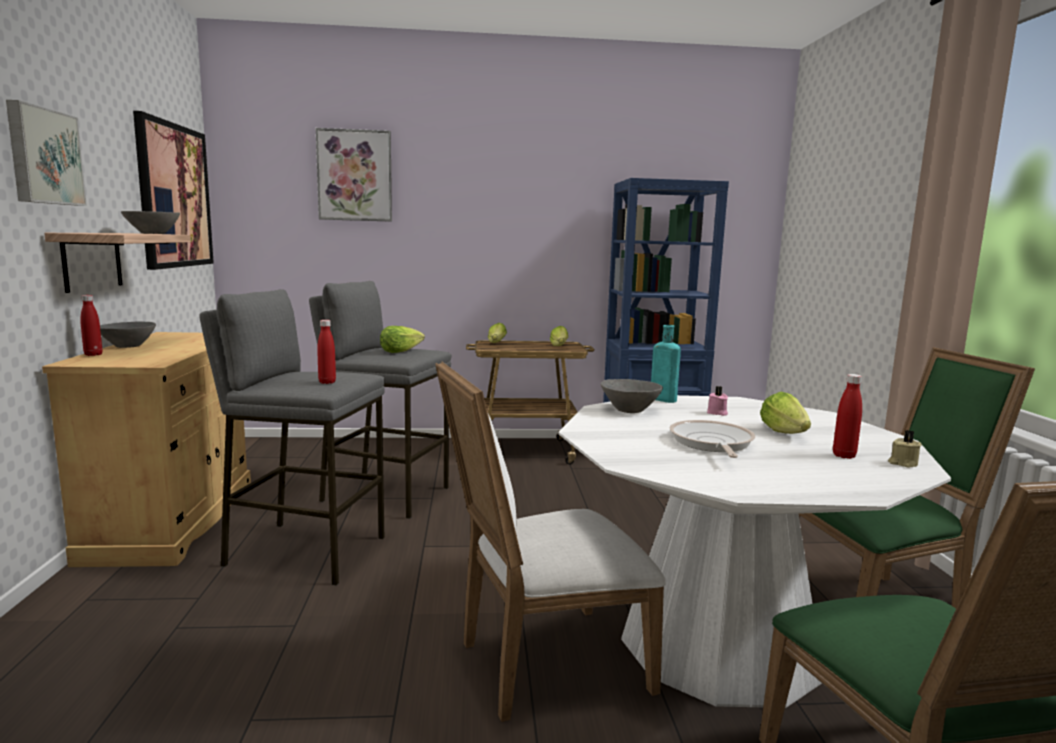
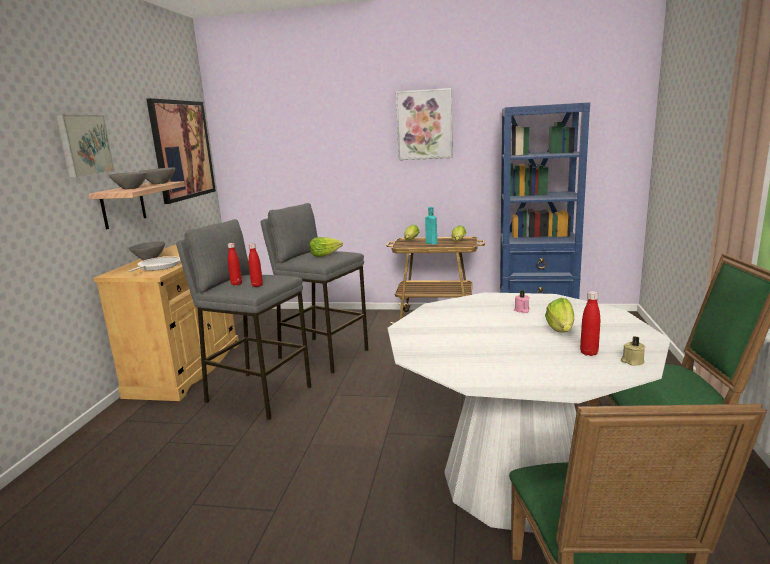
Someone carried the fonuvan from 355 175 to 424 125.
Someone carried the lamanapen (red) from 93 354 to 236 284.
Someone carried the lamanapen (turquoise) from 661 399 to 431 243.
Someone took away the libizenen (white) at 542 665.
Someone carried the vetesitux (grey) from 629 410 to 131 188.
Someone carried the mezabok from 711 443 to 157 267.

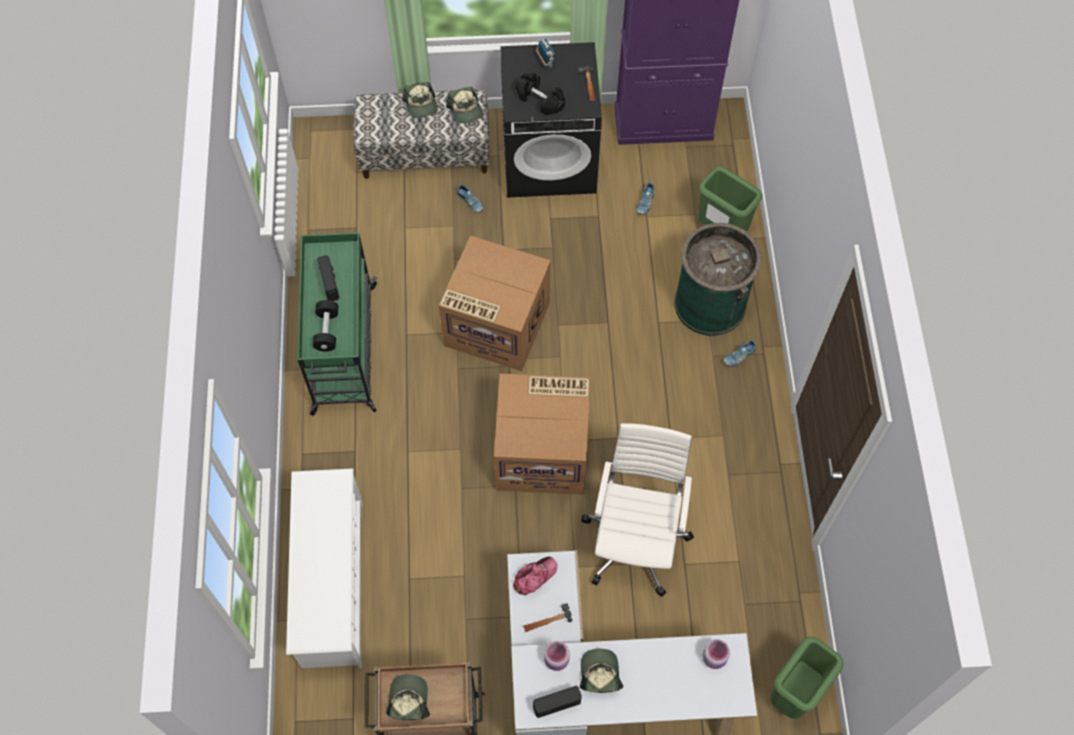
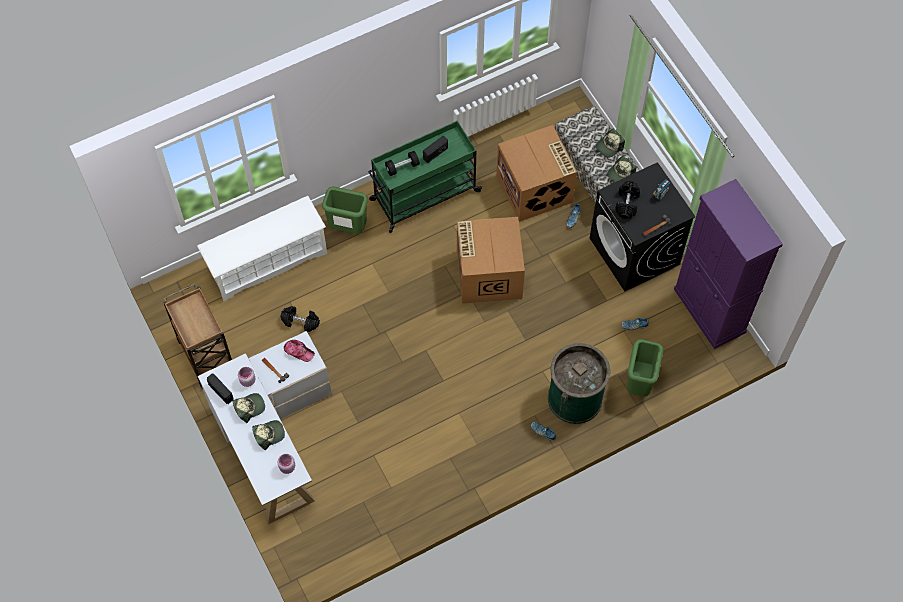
Someone carried the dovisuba from 543 450 to 535 189.
Someone took away the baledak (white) at 635 540.
Someone carried the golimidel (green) from 794 693 to 347 228.
Someone carried the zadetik from 408 700 to 269 434.
Someone put down the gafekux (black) at 300 322.

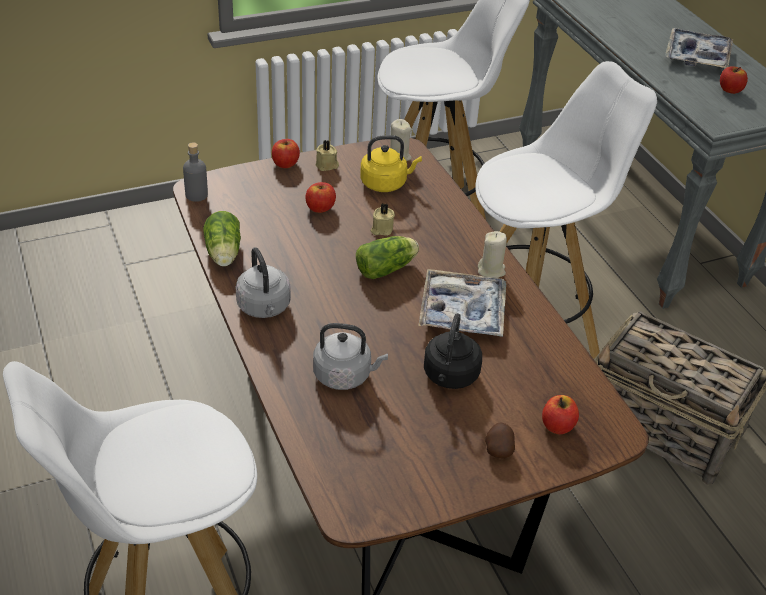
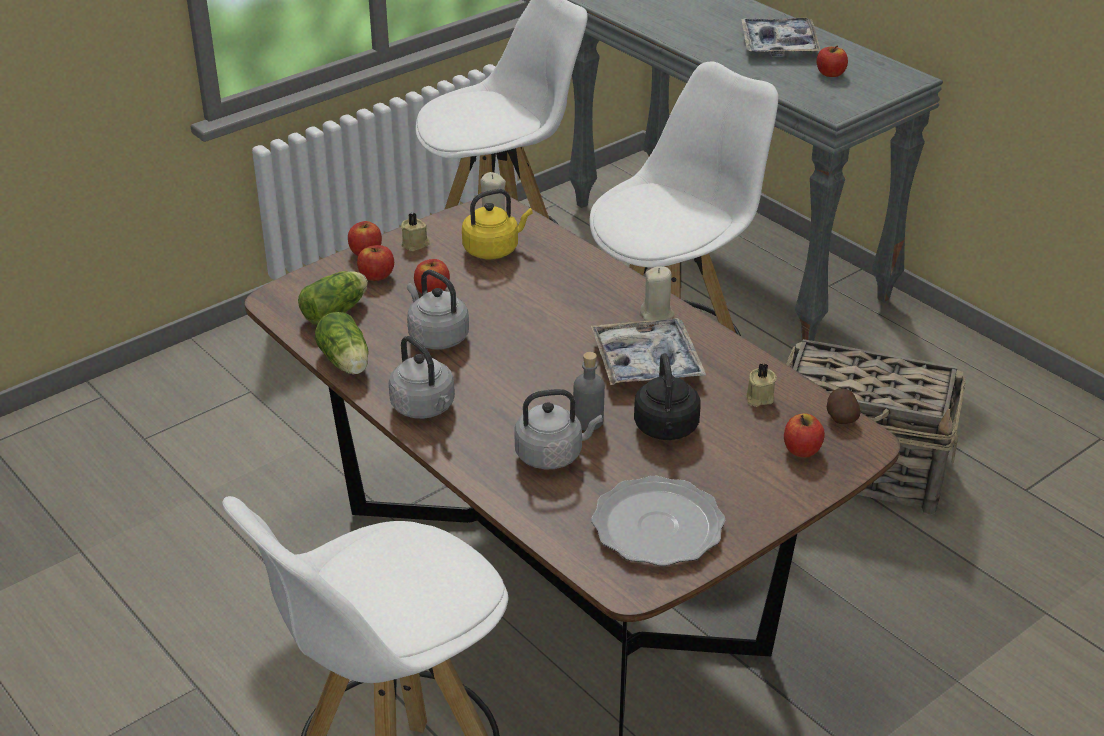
Someone carried the lamanapen (grey) from 196 195 to 588 421.
Someone carried the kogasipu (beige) from 381 229 to 758 398.
Someone carried the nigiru from 388 268 to 337 311.
Someone carried the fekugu from 498 449 to 840 417.
Someone put down the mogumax at 376 276.
Someone put down the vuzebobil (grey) at 436 336.
Someone put down the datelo at 657 527.

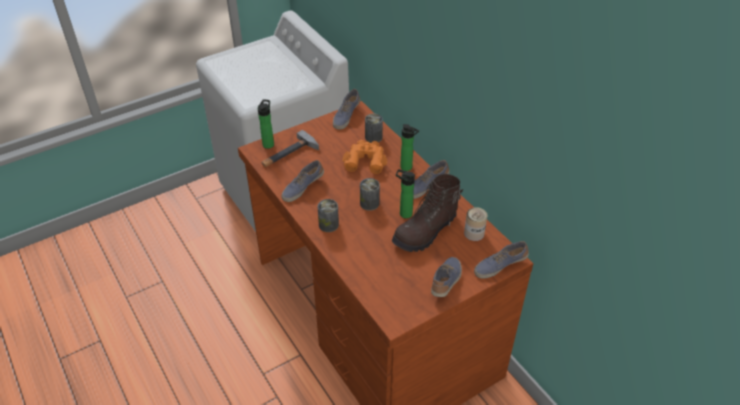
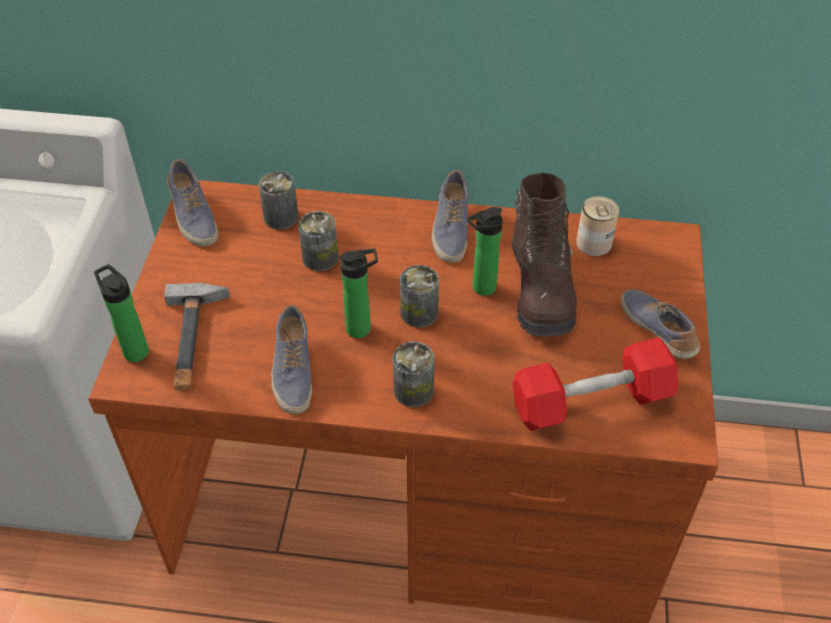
Someone carried the lamanapen from 407 168 to 362 328.
Someone swapped the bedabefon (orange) at 365 160 for the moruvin at 320 258.
Someone took away the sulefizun at 500 265.
Someone put down the gafekux (red) at 591 401.

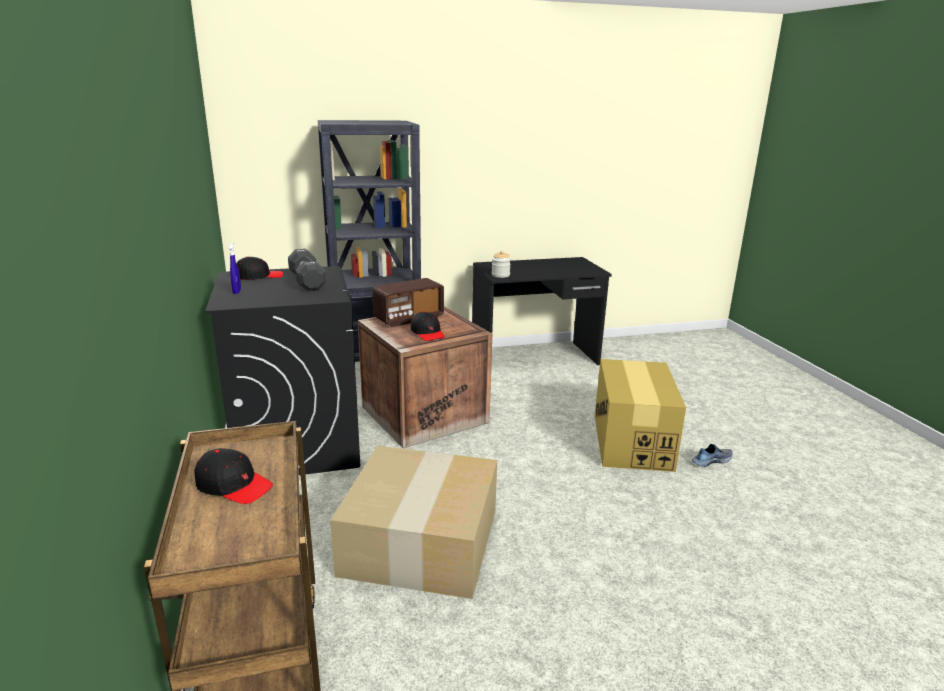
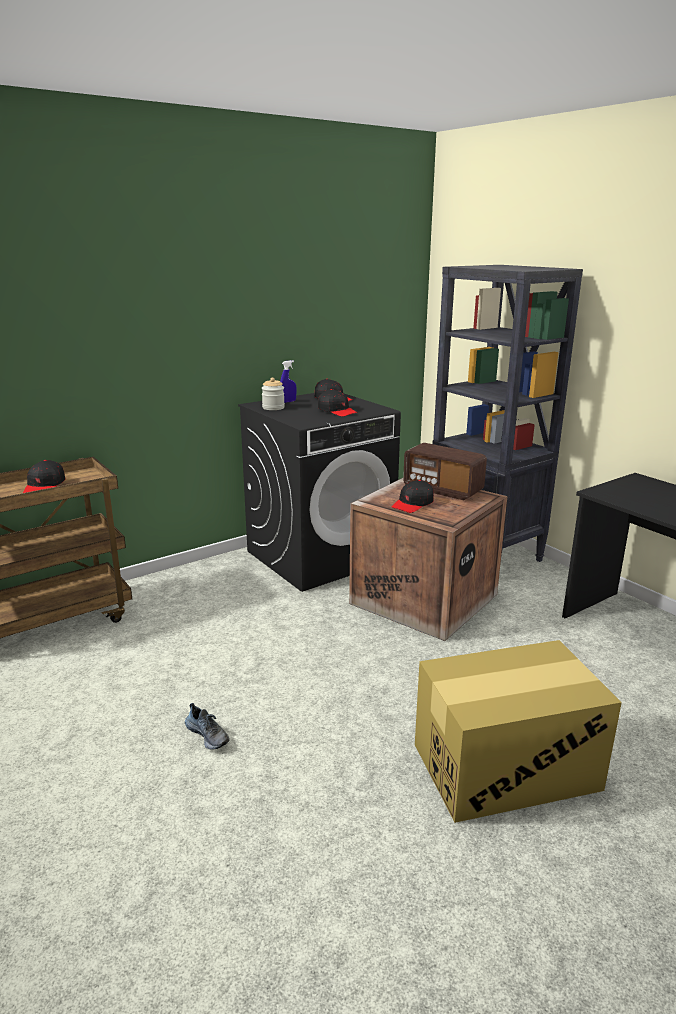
Someone swapped the gafekux (black) at 307 281 for the zadetik (black) at 337 411.
Someone carried the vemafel from 500 275 to 273 408.
Someone carried the sulefizun from 710 461 to 208 734.
Someone took away the dovisuba at 422 543.

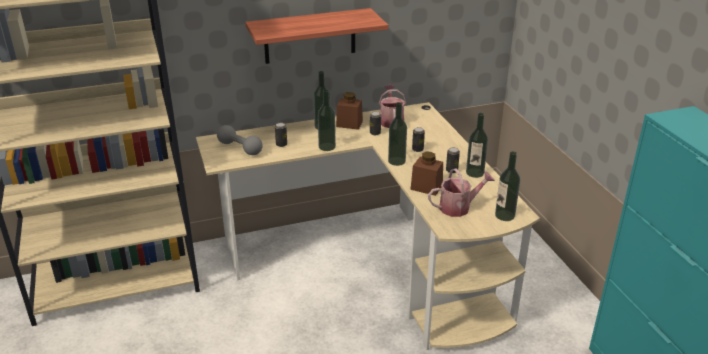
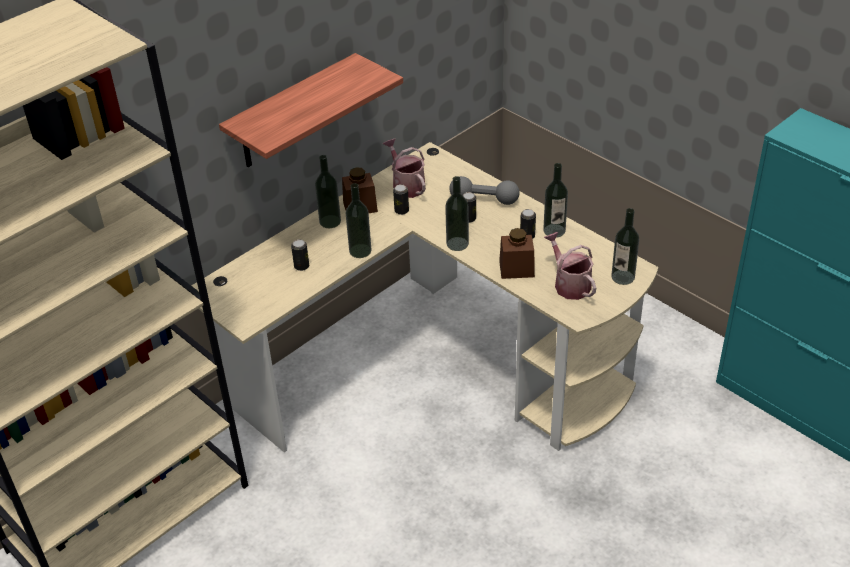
Someone carried the gafekux (grey) from 240 148 to 484 200.
Someone rotated the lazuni at 458 207 by 75 degrees counterclockwise.

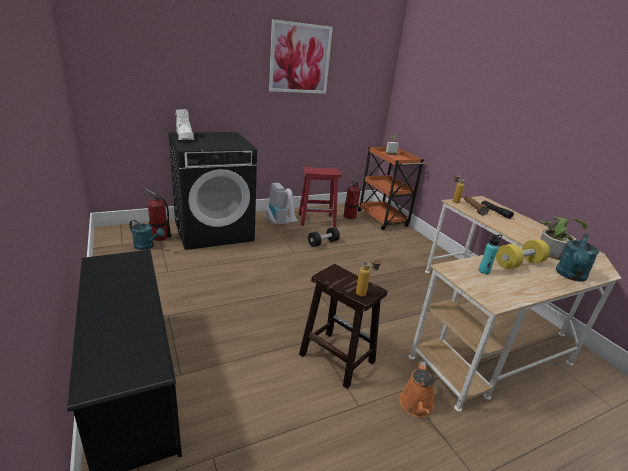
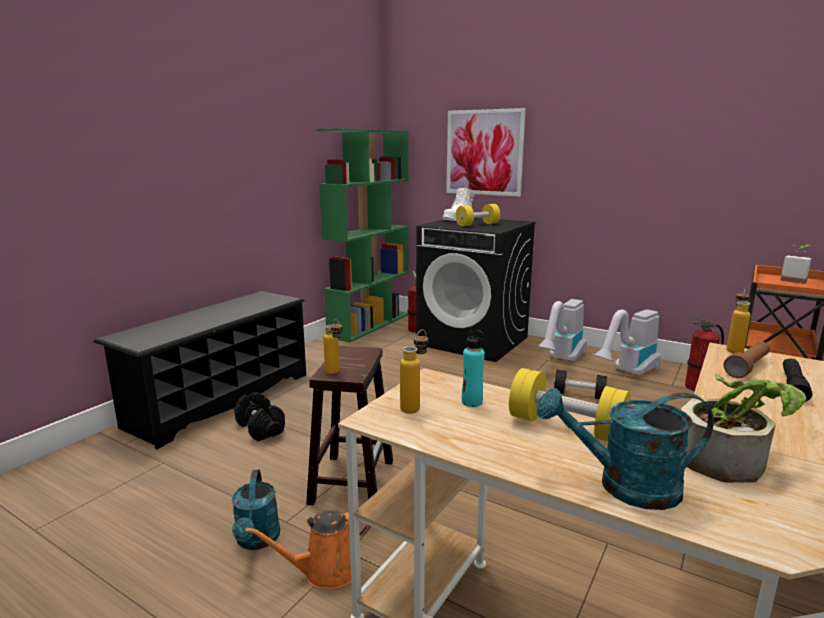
Someone carried the fonuvan from 300 58 to 484 152.
Someone swapped the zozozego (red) at 317 220 for the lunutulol at 628 373.
Someone carried the lazuni (turquoise) from 147 246 to 257 541.
Someone put down the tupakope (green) at 369 325.
Someone put down the gafekux (yellow) at 477 224.
Someone put down the lamanapen at 415 406.
Someone put down the gafekux (black) at 261 428.

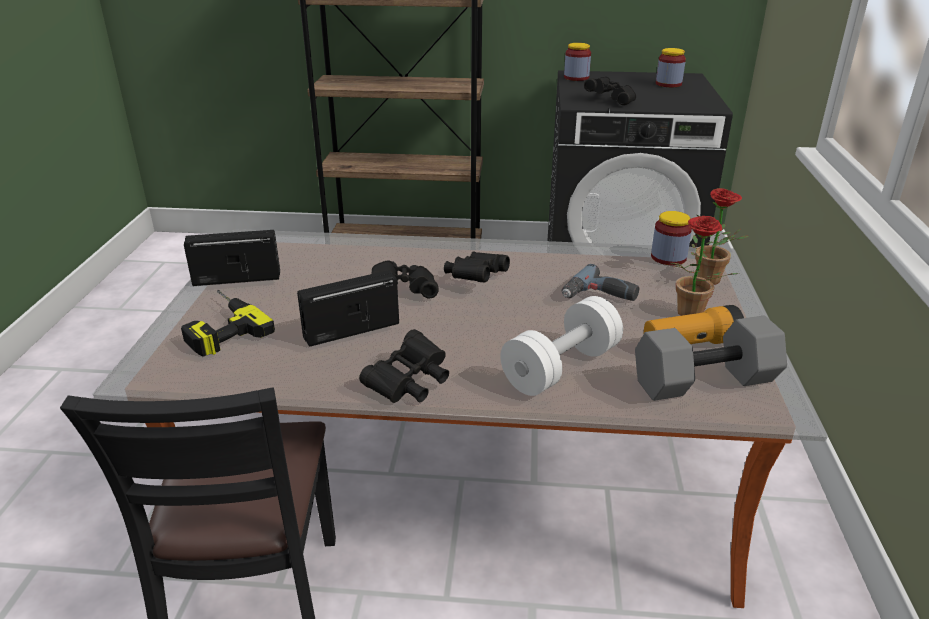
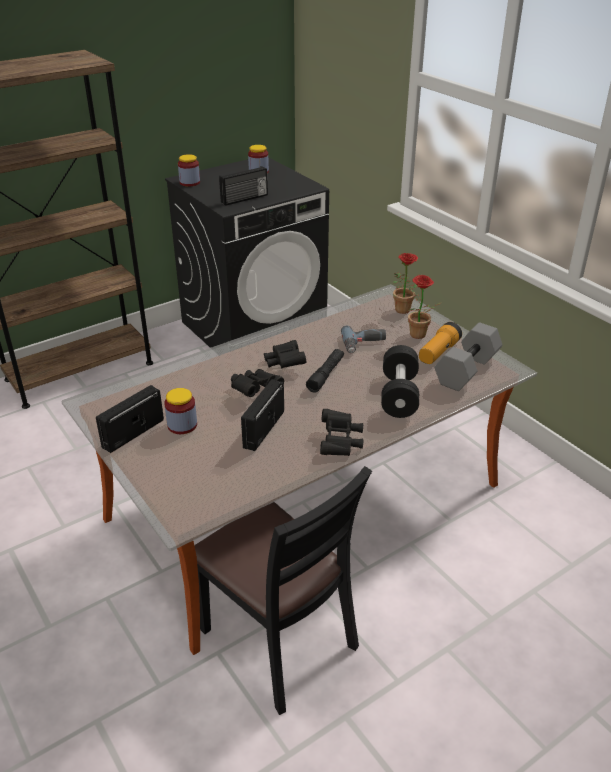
Someone swapped the bedabefon (black) at 611 100 for the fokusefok at 245 199.
Someone carried the vemafel from 668 257 to 182 425.
Someone took away the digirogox at 218 327.
Someone repainted the gafekux (white) at 561 367, which became the gafekux (black) at 399 395.
Someone put down the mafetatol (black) at 326 375.

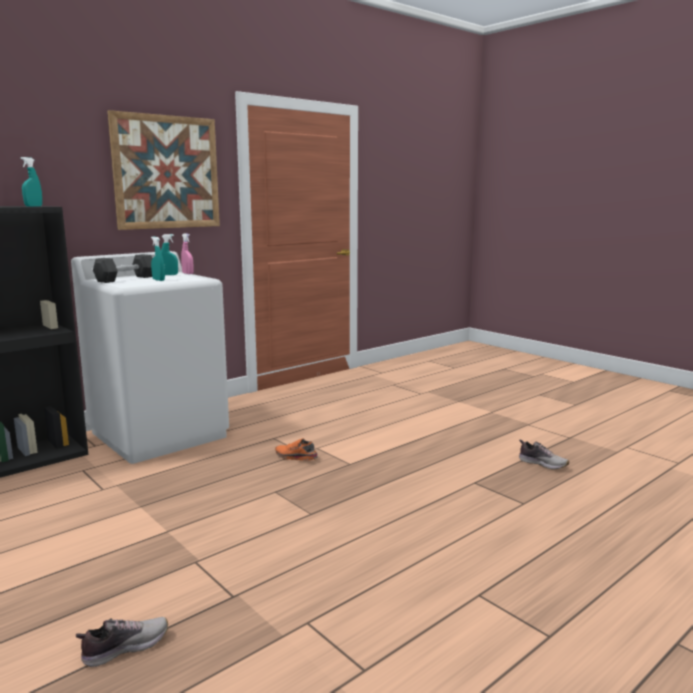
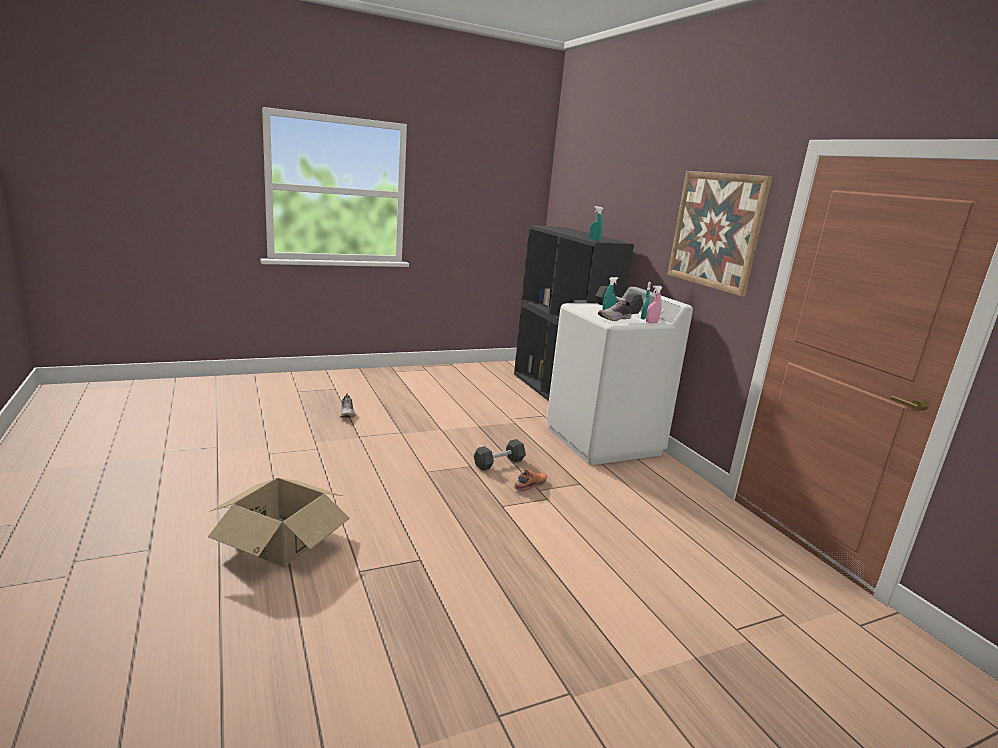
Someone carried the sulefizun from 542 464 to 615 318.
Someone put down the gafekux (black) at 499 463.
Someone put down the dovisuba at 280 541.

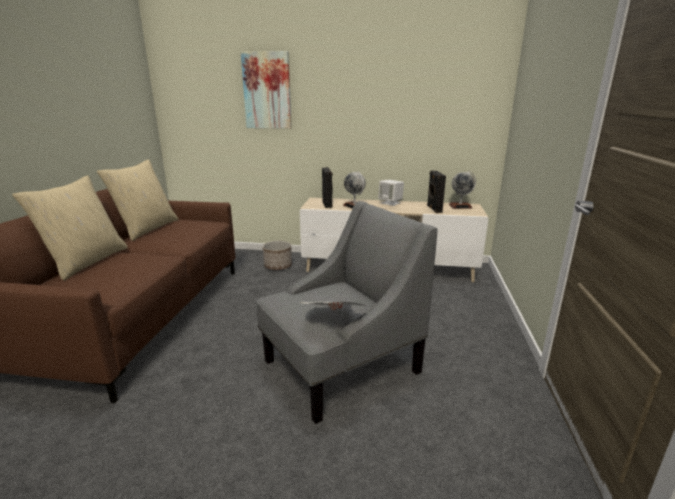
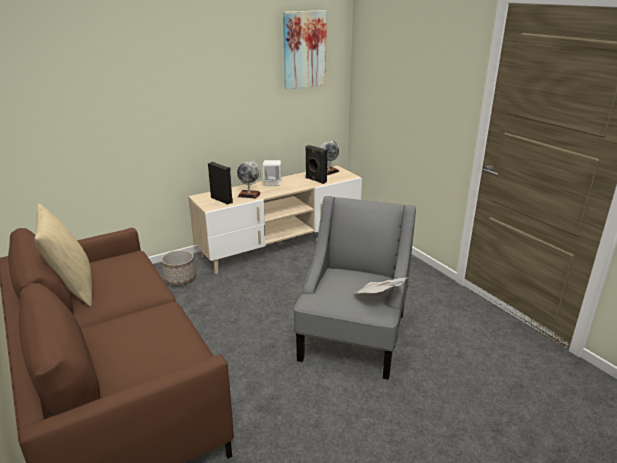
Someone carried the fonuvan from 267 91 to 304 50.
Someone took away the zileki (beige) at 86 262.

